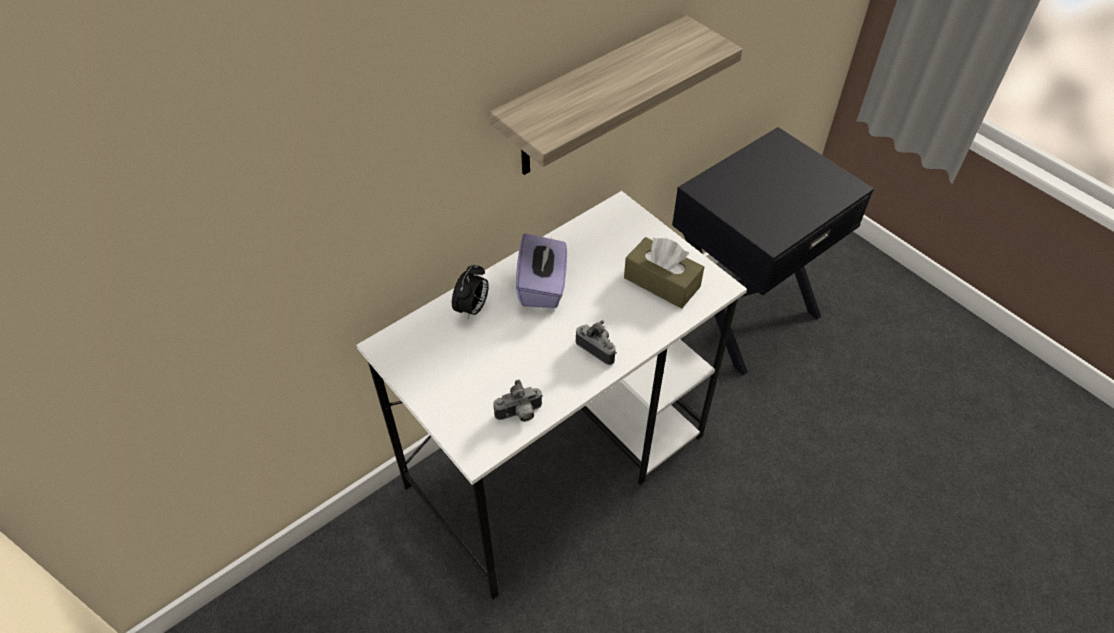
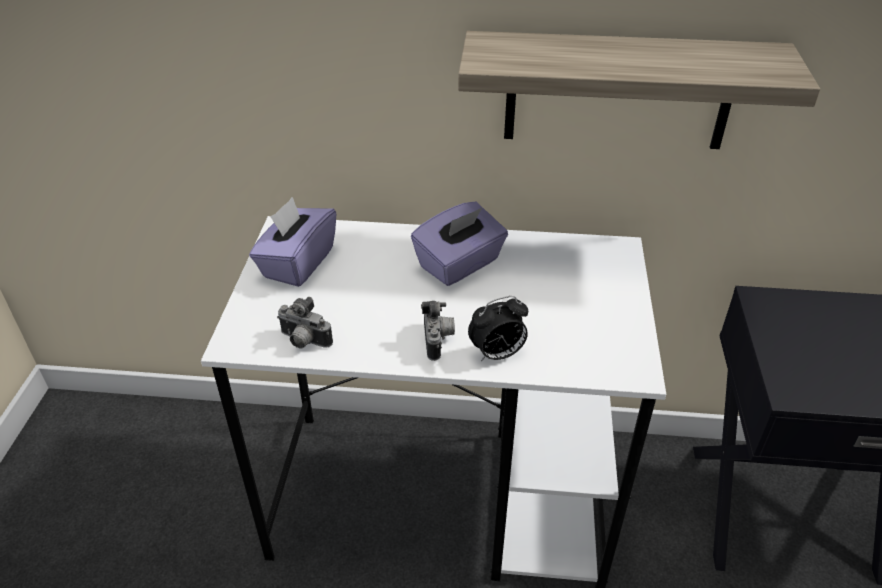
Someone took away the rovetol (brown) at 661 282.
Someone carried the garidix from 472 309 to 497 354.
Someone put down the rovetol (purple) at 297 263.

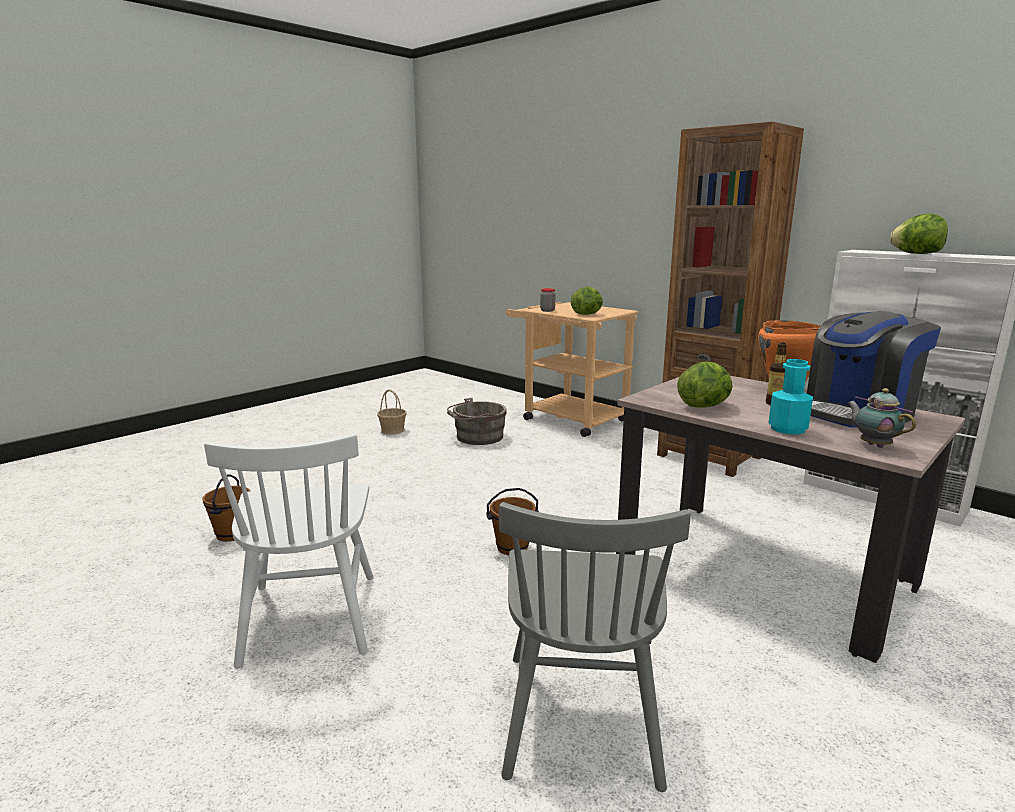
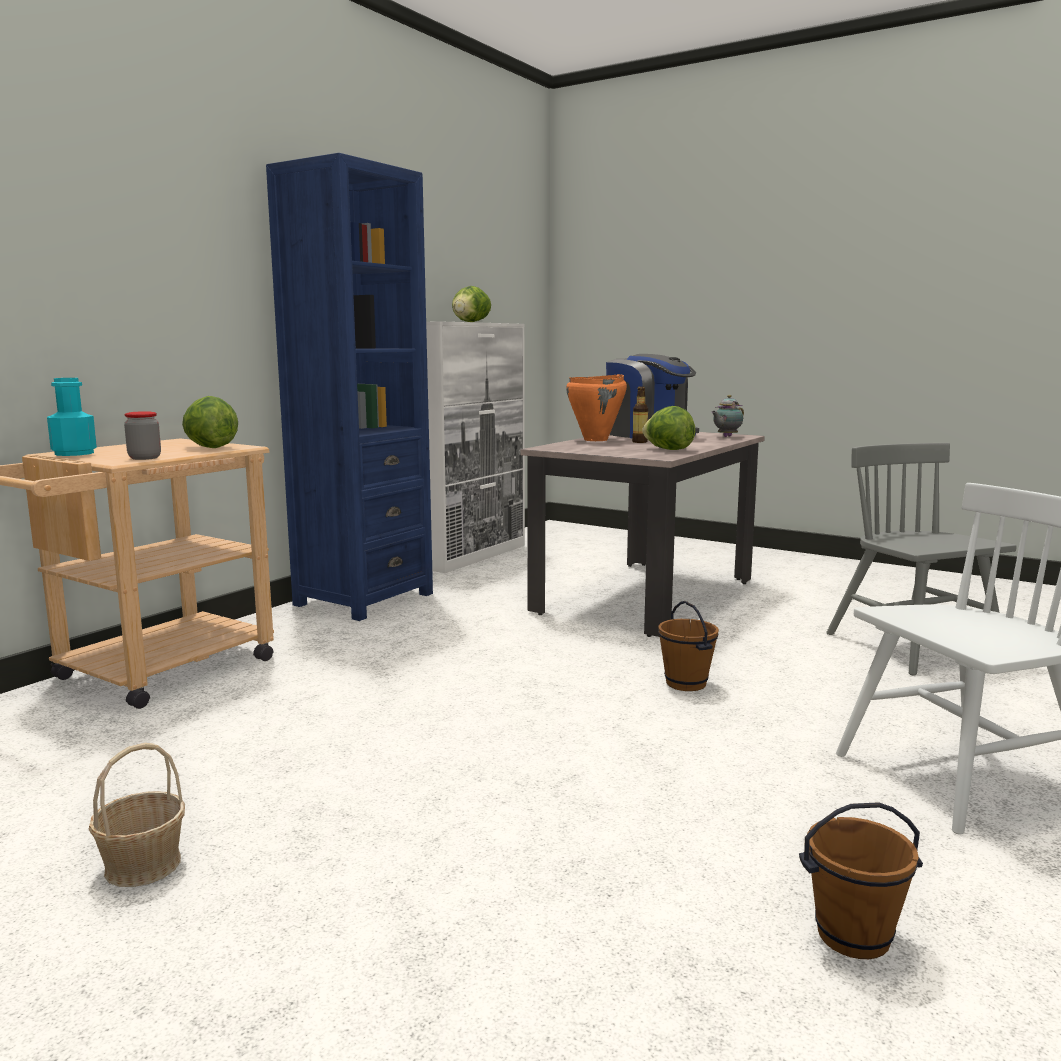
Someone repainted the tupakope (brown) at 709 456, which became the tupakope (blue) at 363 599.
Someone carried the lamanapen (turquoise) from 787 429 to 74 453.
Someone took away the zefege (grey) at 477 437.
Someone rotated the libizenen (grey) at 581 716 by 105 degrees counterclockwise.

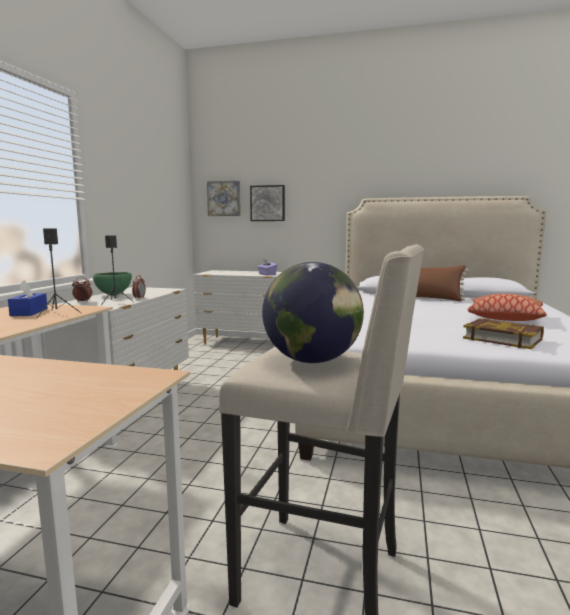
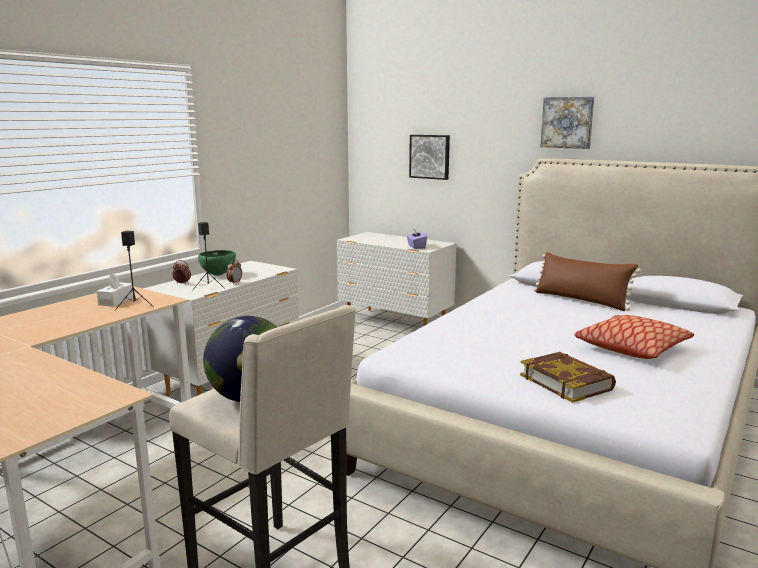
Someone carried the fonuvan from 224 198 to 567 122.
Someone repainted the rovetol (blue) at 29 312, which became the rovetol (white) at 116 301.

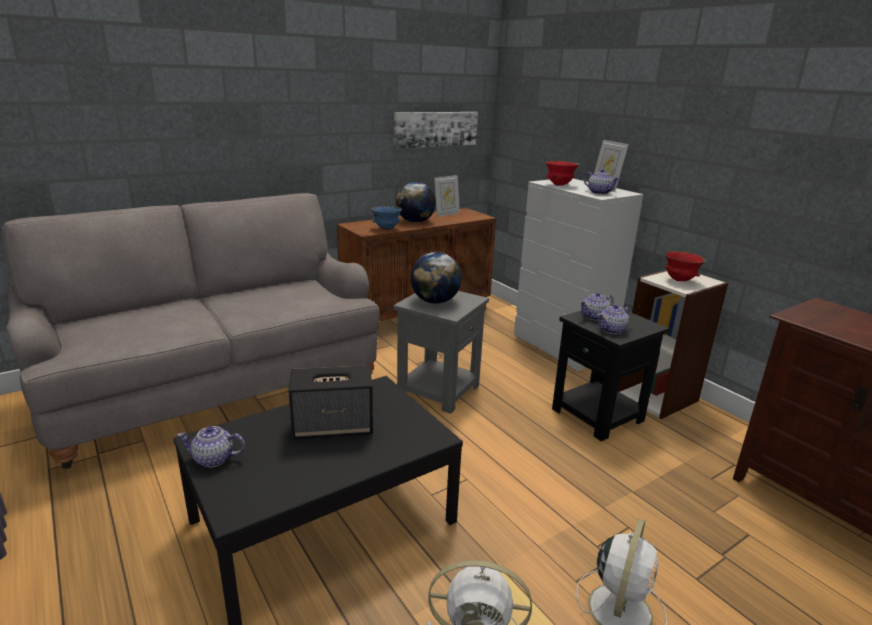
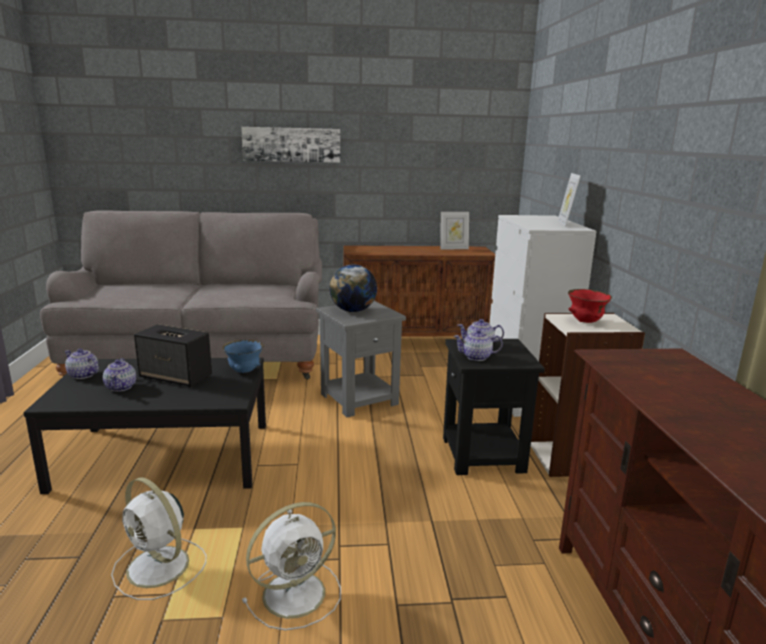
Someone carried the fonuvan from 435 129 to 291 144.
Someone took away the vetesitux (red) at 559 185.
Someone carried the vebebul from 599 192 to 121 387.
Someone took away the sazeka at 415 222.
Someone carried the vetesitux (blue) from 386 229 to 244 371.

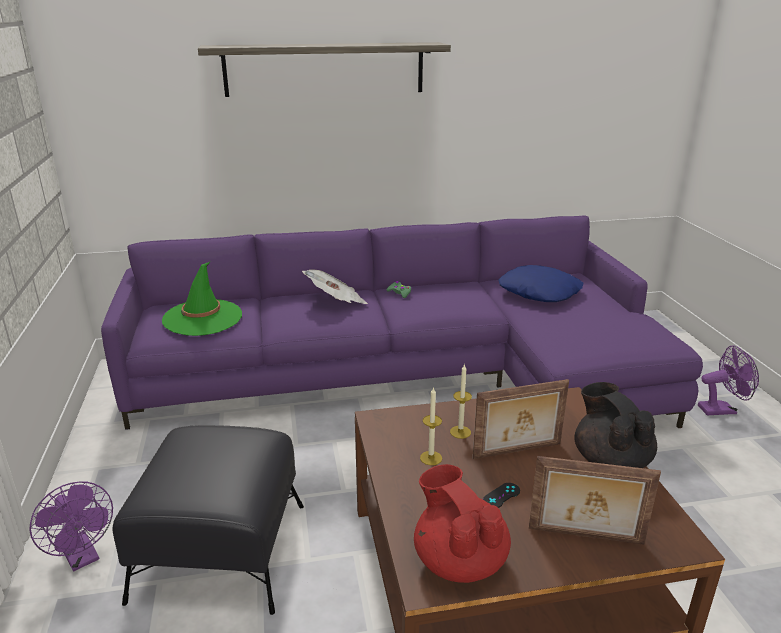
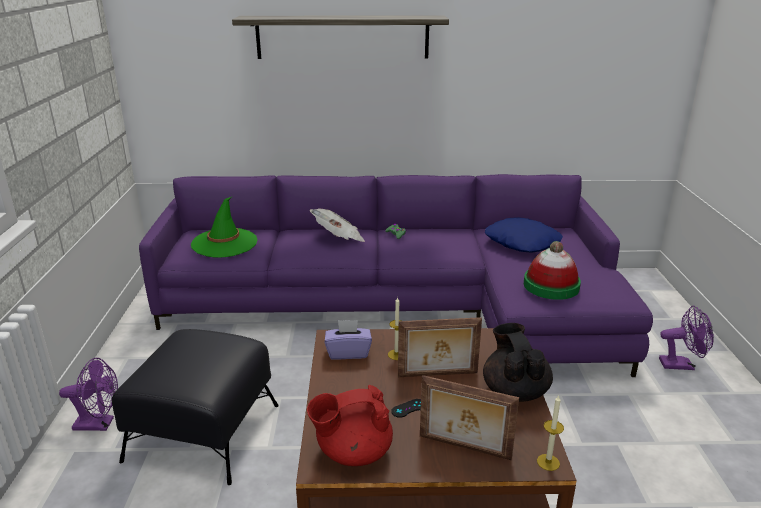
Someone carried the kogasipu from 431 458 to 548 462.
Someone rotated the vebebul (red) at 459 560 by 90 degrees counterclockwise.
Someone rotated the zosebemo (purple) at 83 557 by 60 degrees counterclockwise.
Someone put down the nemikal at 551 285.
Someone put down the rovetol (purple) at 348 352.

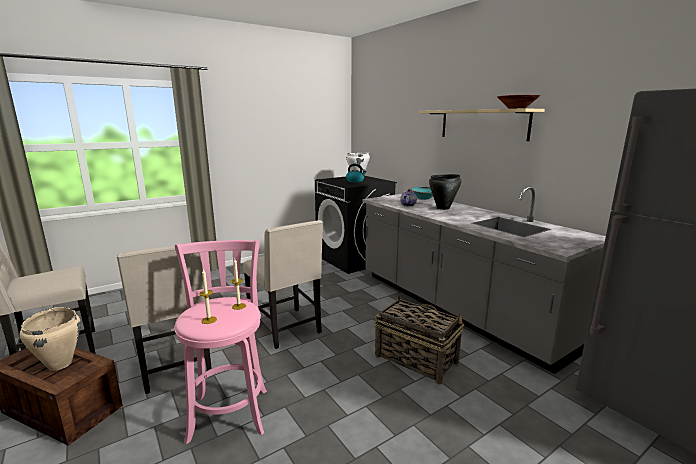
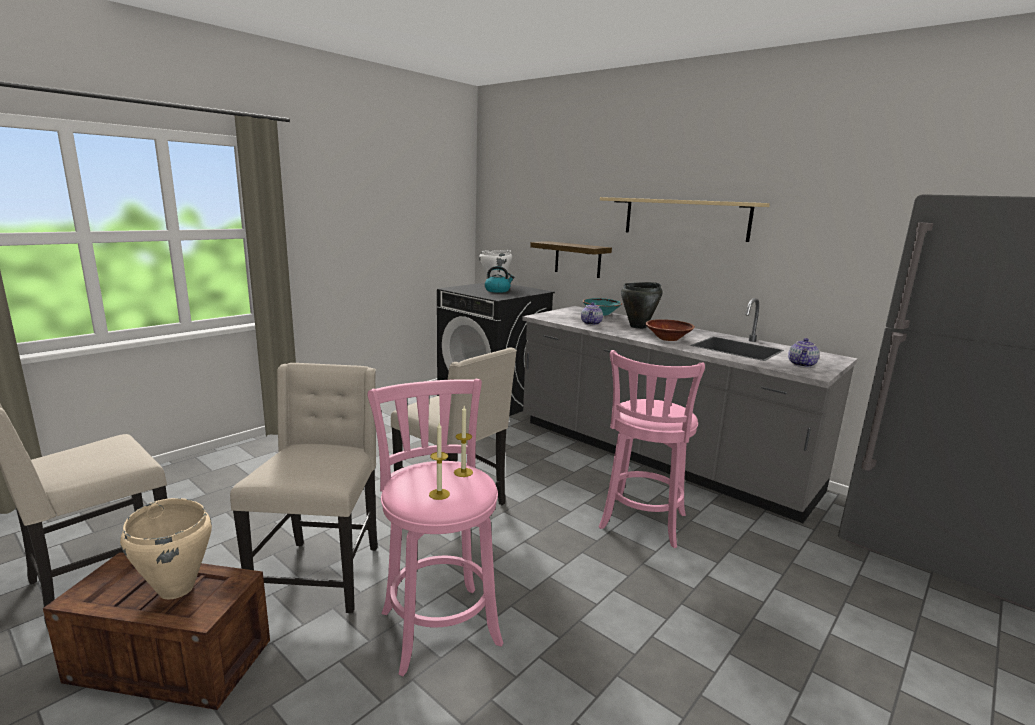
Someone carried the vetesitux (brown) from 517 108 to 668 338.
Someone rotated the libizenen (beige) at 177 366 by 135 degrees counterclockwise.
Someone swapped the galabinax at 415 358 for the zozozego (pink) at 641 524.
Someone put up the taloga at 577 259.
Someone put down the vebebul at 802 365.

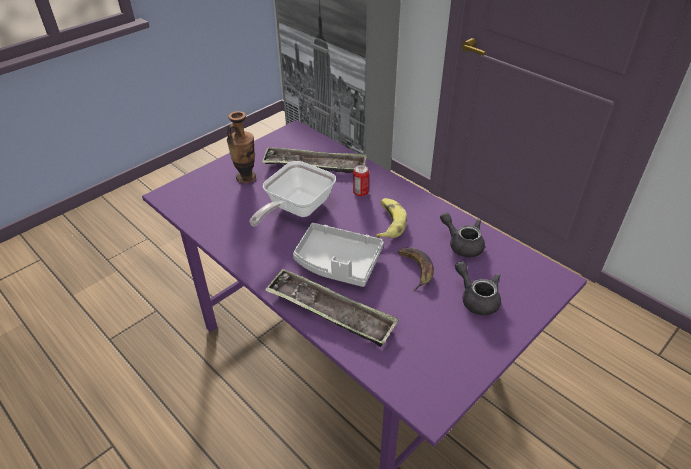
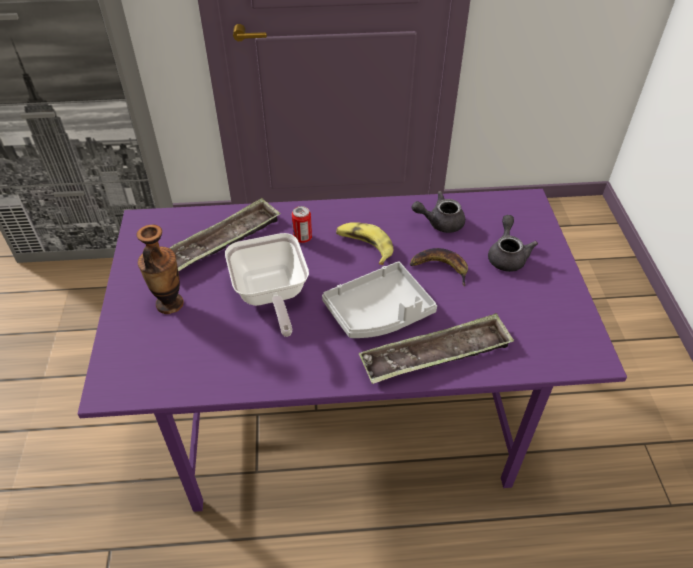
Someone rotated the vebebul (grey) at 476 298 by 90 degrees clockwise.

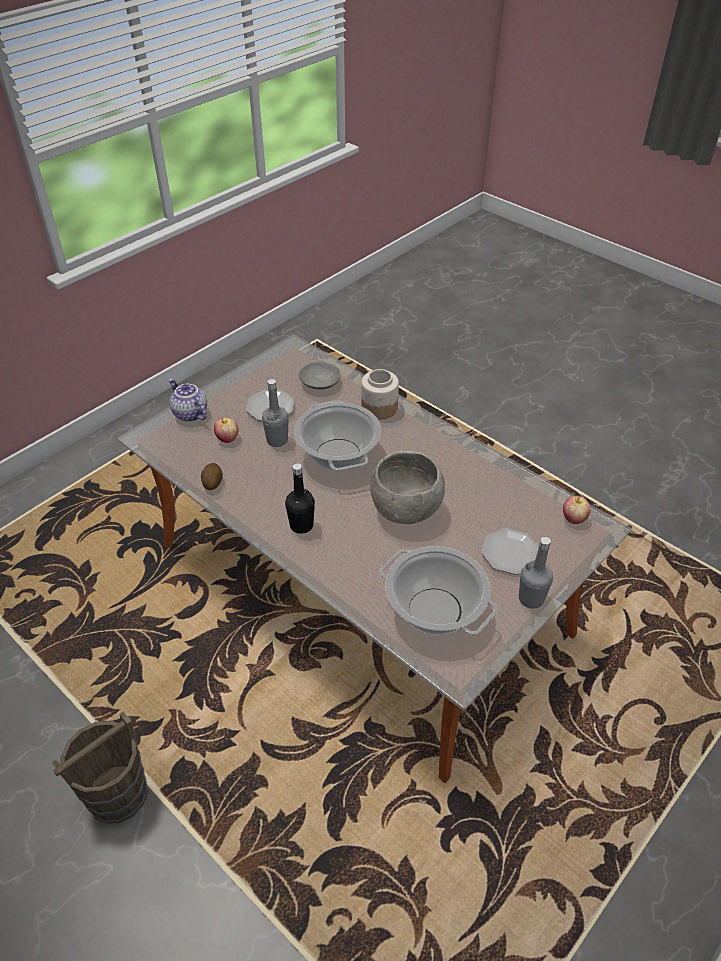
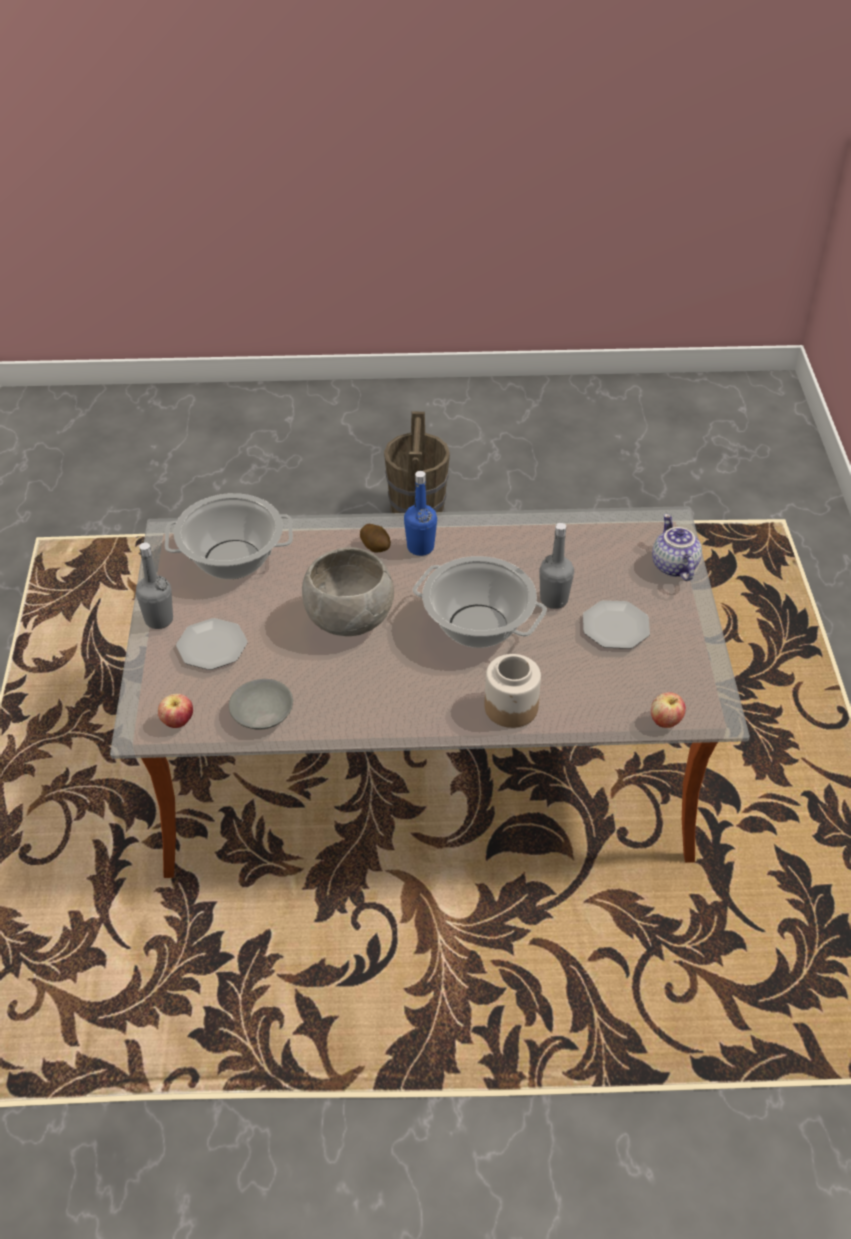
Someone carried the vetesitux (grey) from 320 382 to 262 714.
Someone rotated the vebebul at 189 414 by 105 degrees counterclockwise.
Someone carried the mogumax from 227 438 to 665 721.
Someone carried the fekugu from 212 482 to 375 546.
Someone repainted the lamanapen (black) at 301 525, which became the lamanapen (blue) at 420 547.

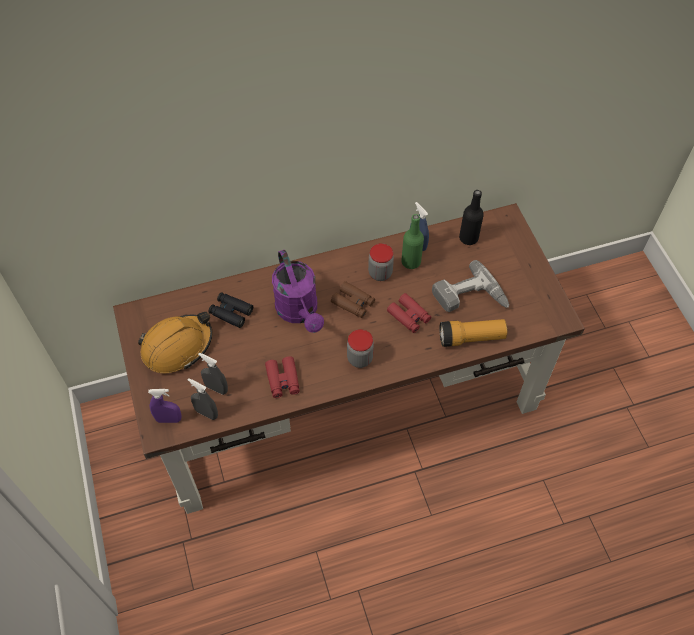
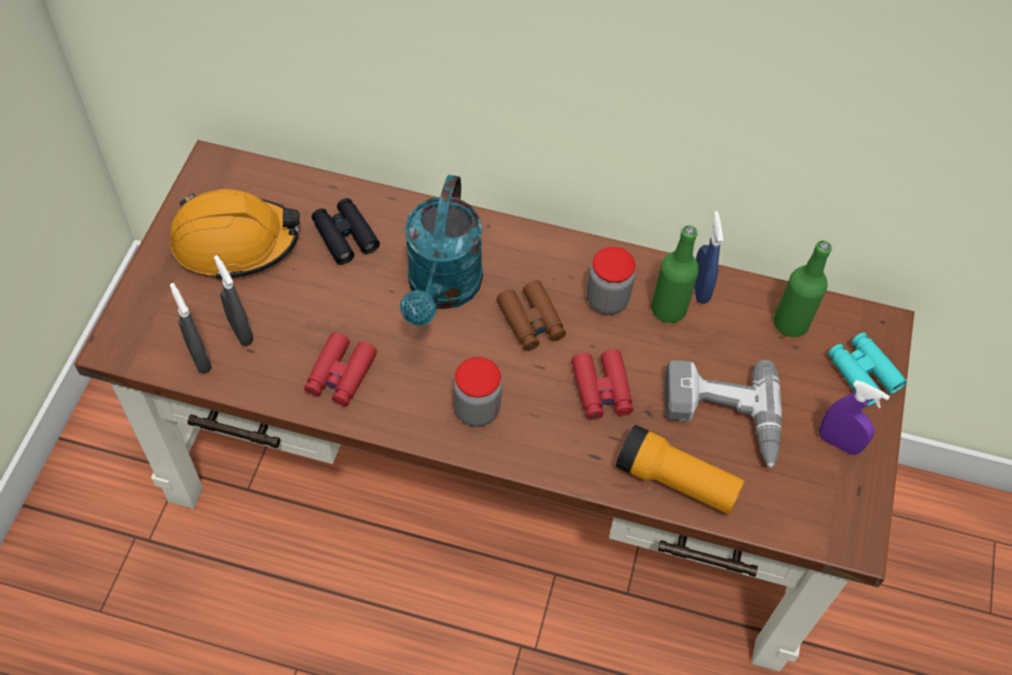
Someone repainted the lamanapen (black) at 468 238, which became the lamanapen (green) at 790 323.
Someone repainted the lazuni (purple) at 300 312, which became the lazuni (turquoise) at 442 290.
Someone carried the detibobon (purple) from 169 419 to 838 443.
Someone put down the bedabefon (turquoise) at 862 373.

